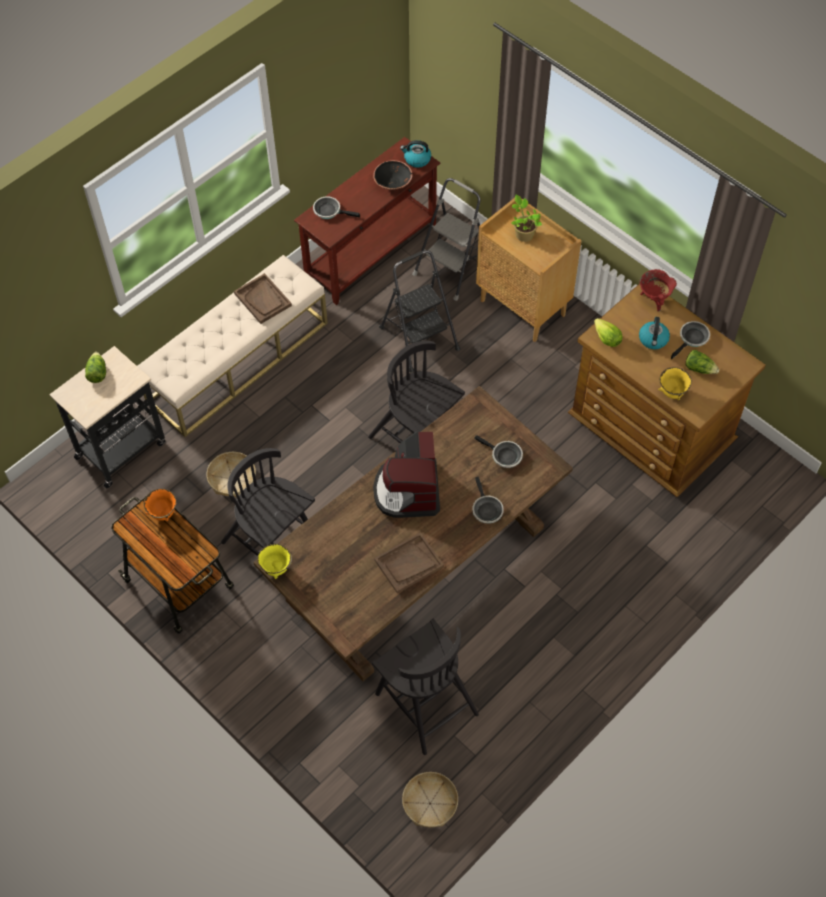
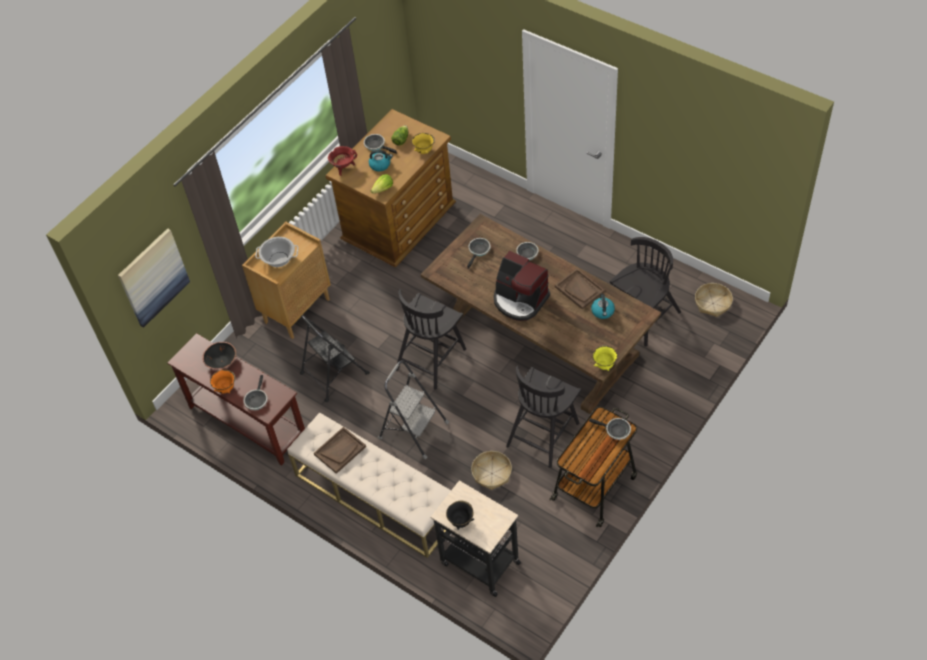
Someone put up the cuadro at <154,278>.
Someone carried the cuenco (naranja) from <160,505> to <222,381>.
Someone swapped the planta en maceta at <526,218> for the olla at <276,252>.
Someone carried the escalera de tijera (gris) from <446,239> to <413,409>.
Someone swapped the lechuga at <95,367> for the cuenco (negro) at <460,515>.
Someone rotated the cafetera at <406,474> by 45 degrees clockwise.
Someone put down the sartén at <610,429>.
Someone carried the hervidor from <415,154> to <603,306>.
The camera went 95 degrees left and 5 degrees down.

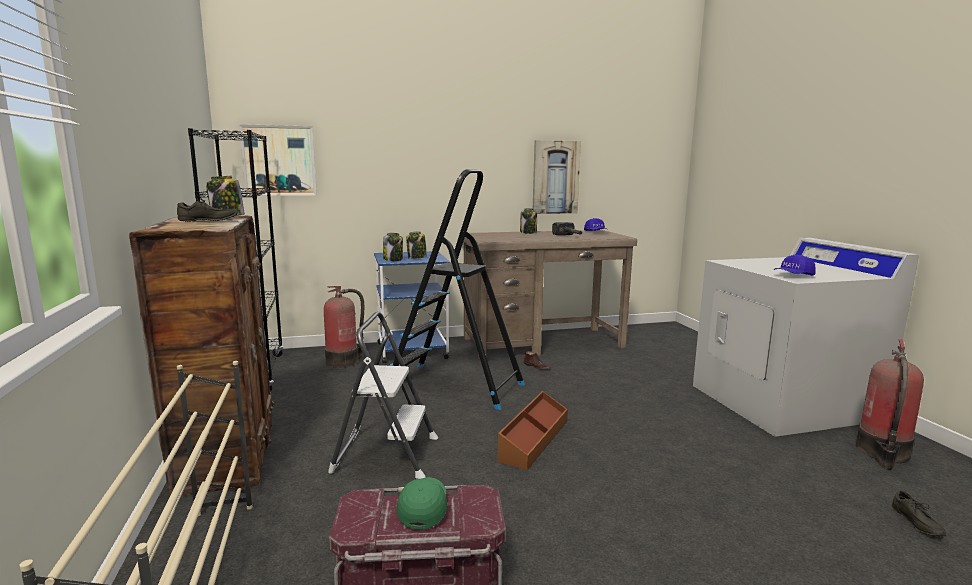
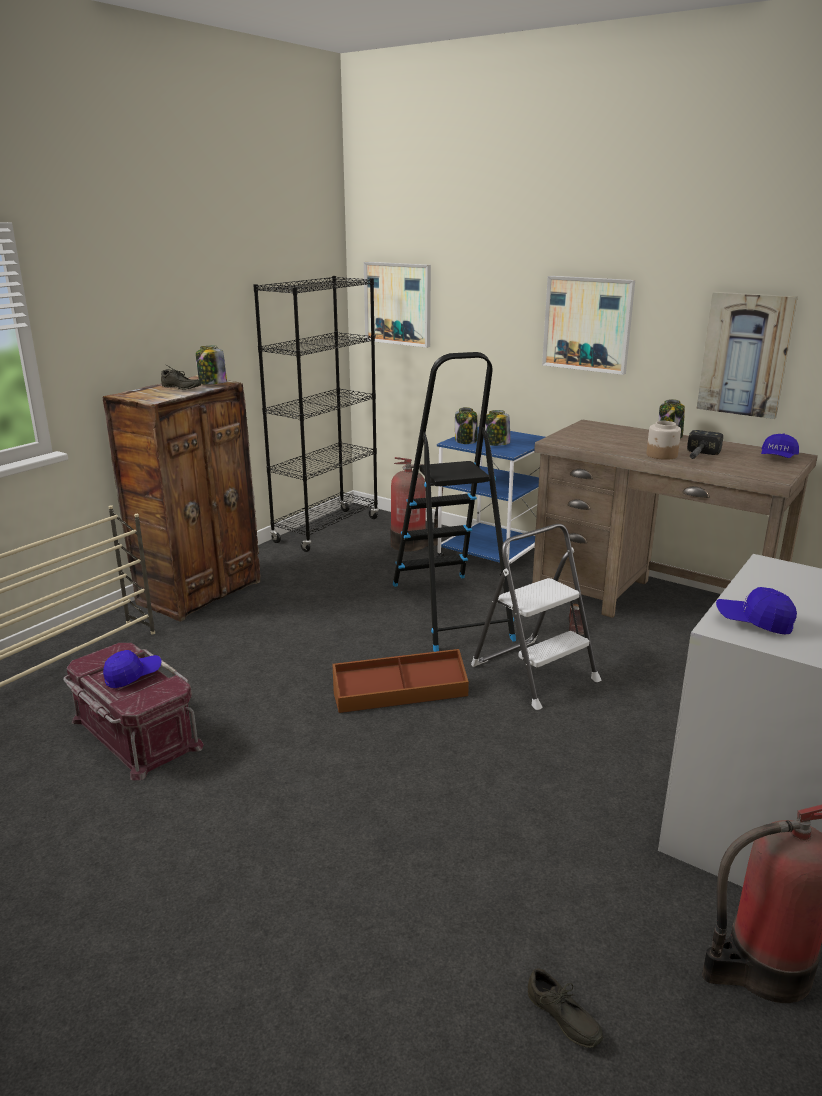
Someone repainted the gorra (verde) at <421,503>, which became the gorra (azul) at <132,669>.
Someone carried the escalera de tijera (blanco) from <383,395> to <536,617>.
Someone rotated the zapato (gris) at <919,513> by 90 degrees counterclockwise.
Someone put up the cuadro at <588,325>.
Someone put down the tarro at <663,440>.
The camera went 50 degrees right and 10 degrees up.

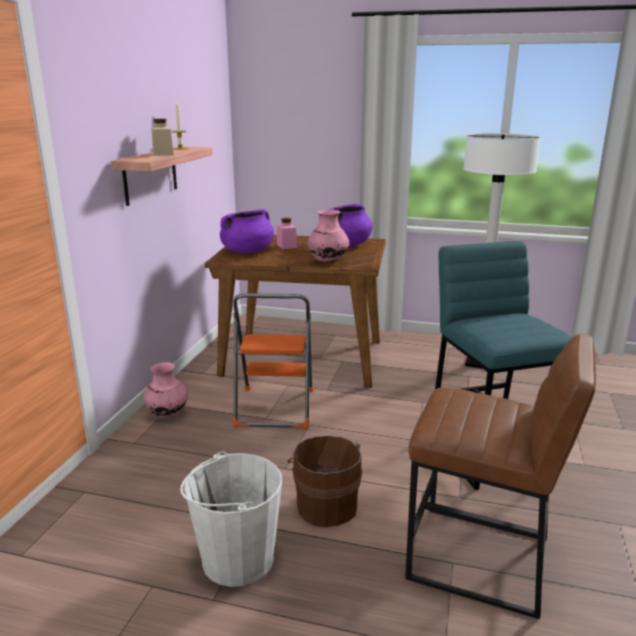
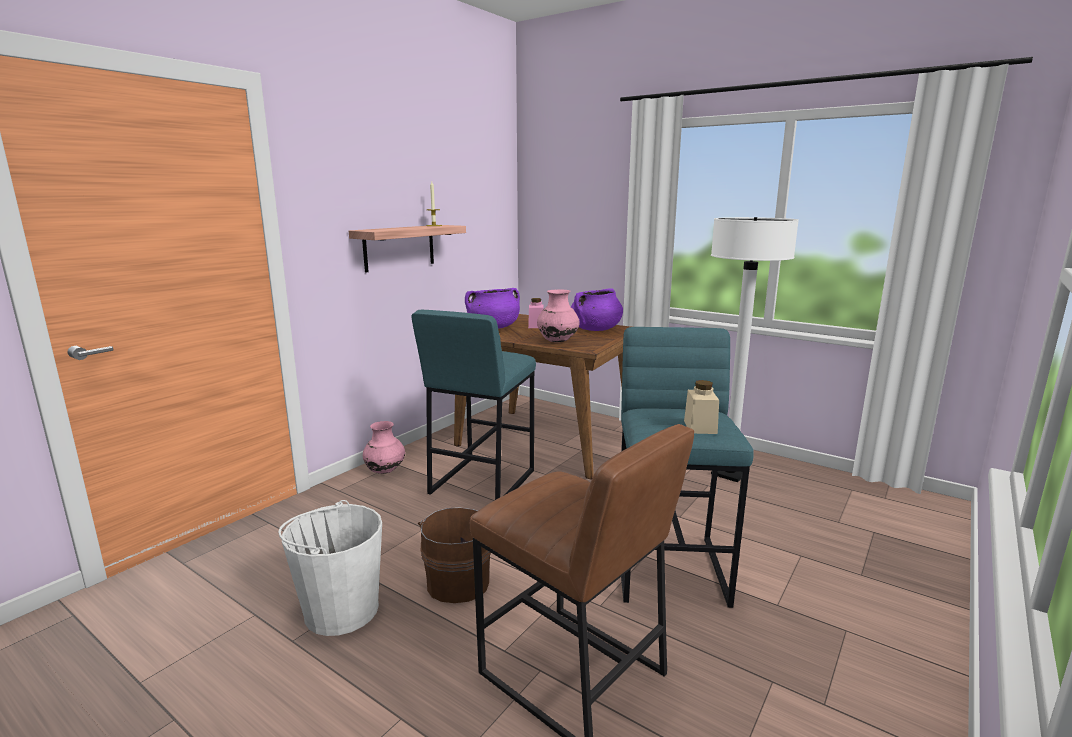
Someone swapped the escalera de tijera (naranja) at <273,360> for the taburete (turquesa) at <473,405>.
Someone carried the tarro (beis) from <162,137> to <701,407>.
The camera went 20 degrees right and 5 degrees down.

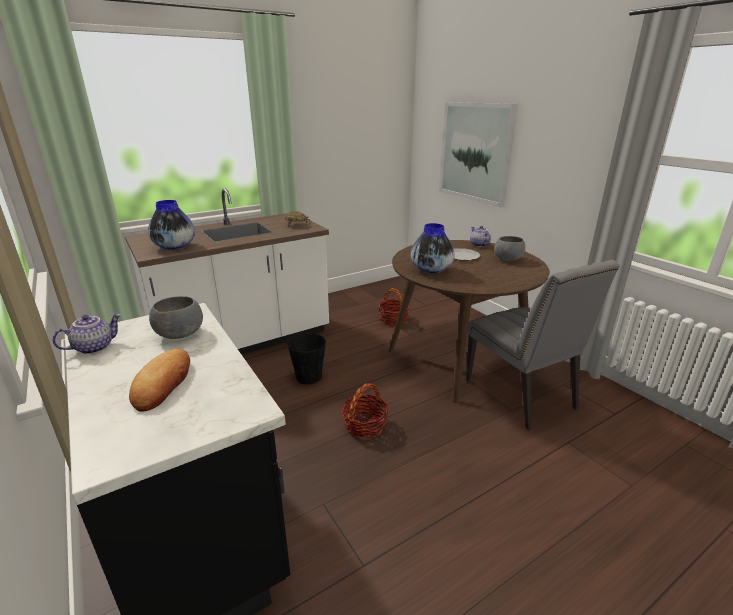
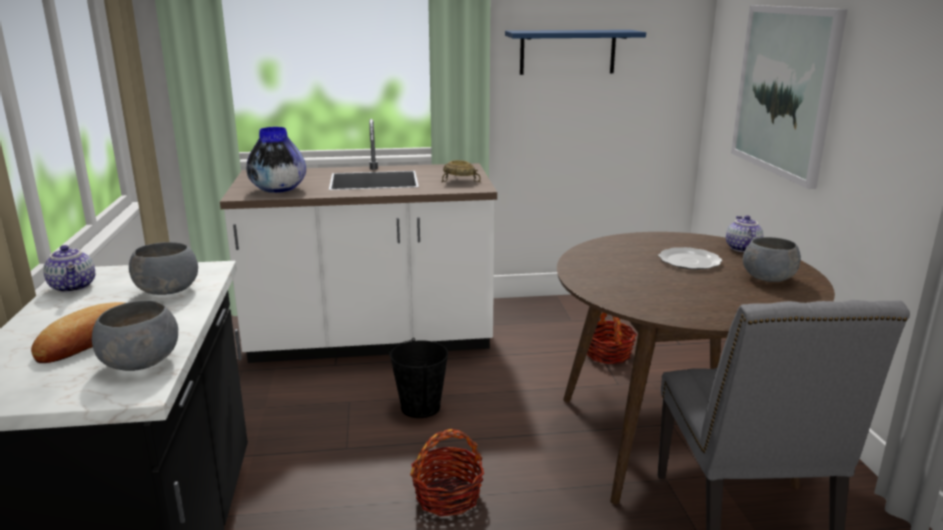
Someone rotated the tetera at <86,334> by 75 degrees clockwise.
Someone put down the cuenco (gris) at <135,335>.
Someone put up the estante (azul) at <575,52>.
Someone took away the florero at <433,248>.
The camera went 25 degrees right and 5 degrees down.

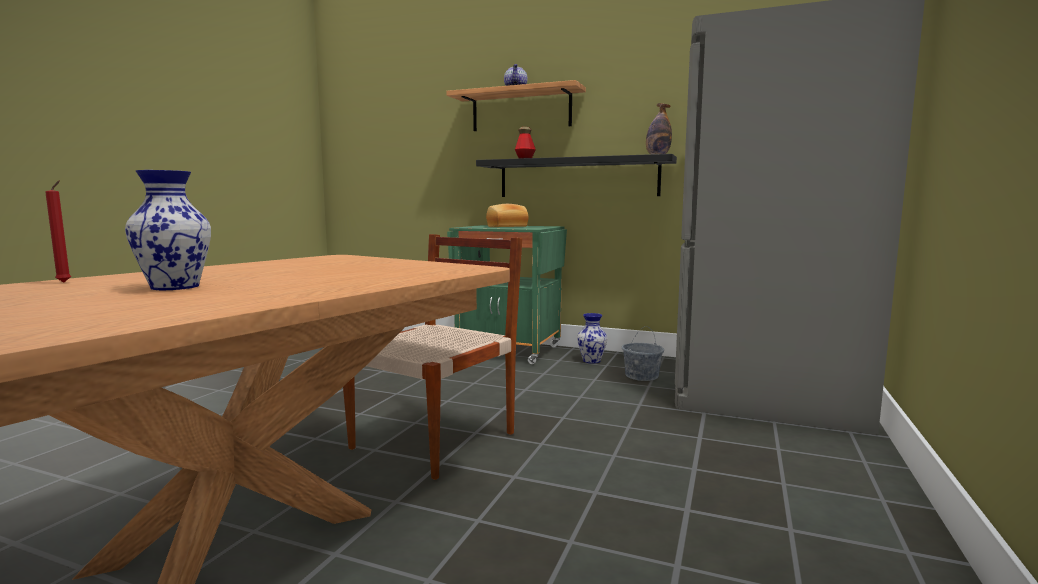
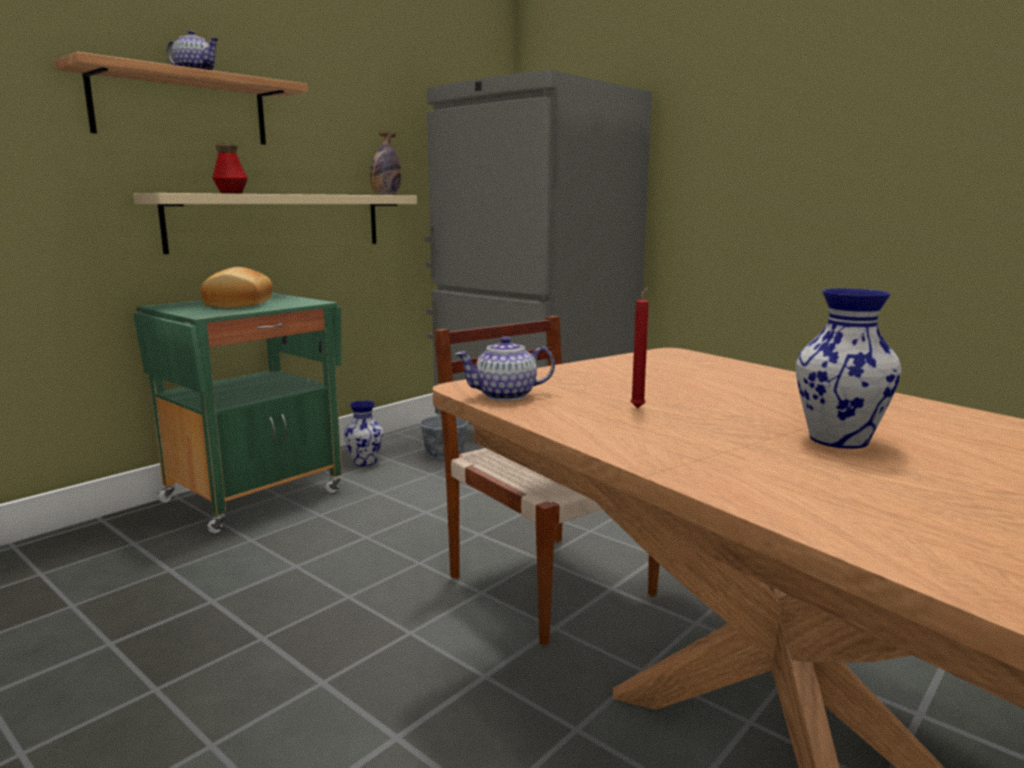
Someone repainted the estante (negro) at <576,175>, which became the estante (beis) at <275,223>.
Someone put down the tetera at <505,368>.
Someone carried the vela (rojo) from <58,231> to <639,347>.
The camera went 70 degrees left and 5 degrees up.

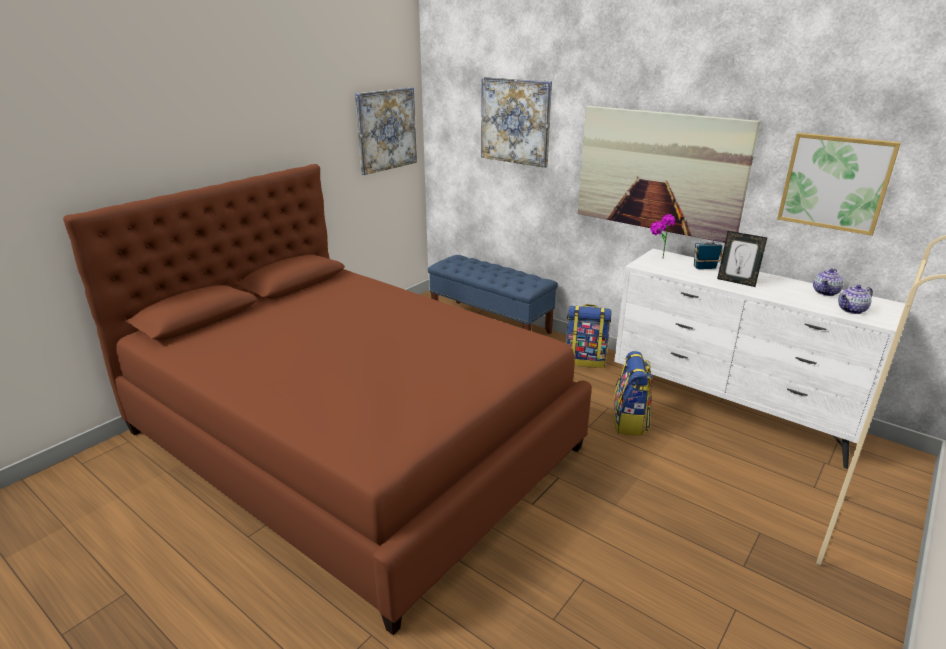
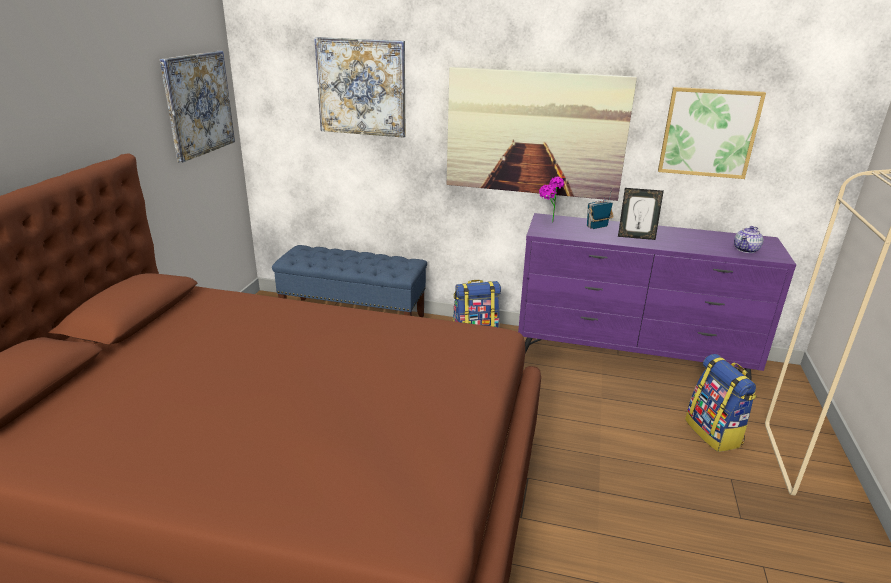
Someone repainted the cómoda (blanco) at <760,359>, which became the cómoda (morado) at <657,297>.
Someone carried the mochila from <633,393> to <721,403>.
Someone took away the tetera at <828,282>.
The camera went 25 degrees left and 0 degrees up.

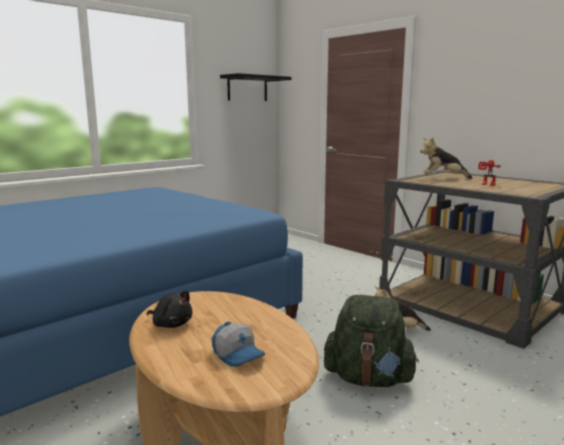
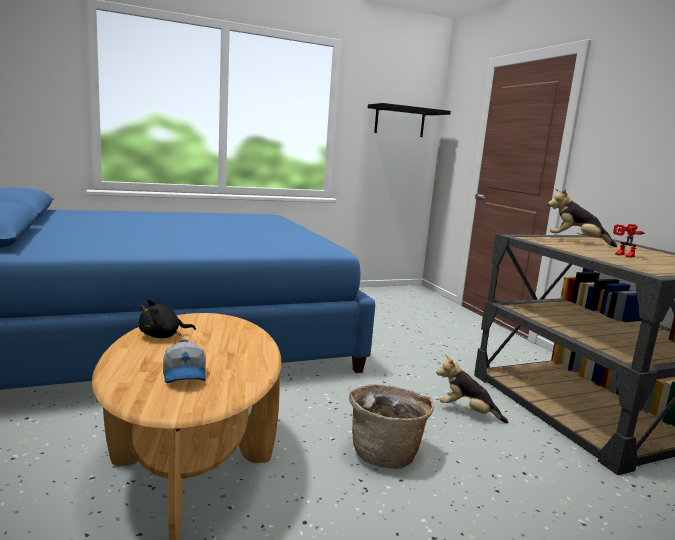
Someone rotated the peluche (negro) at <169,309> by 105 degrees clockwise.
Someone swapped the mochila (verde) at <371,341> for the cesta at <391,426>.
The camera went 20 degrees right and 0 degrees up.

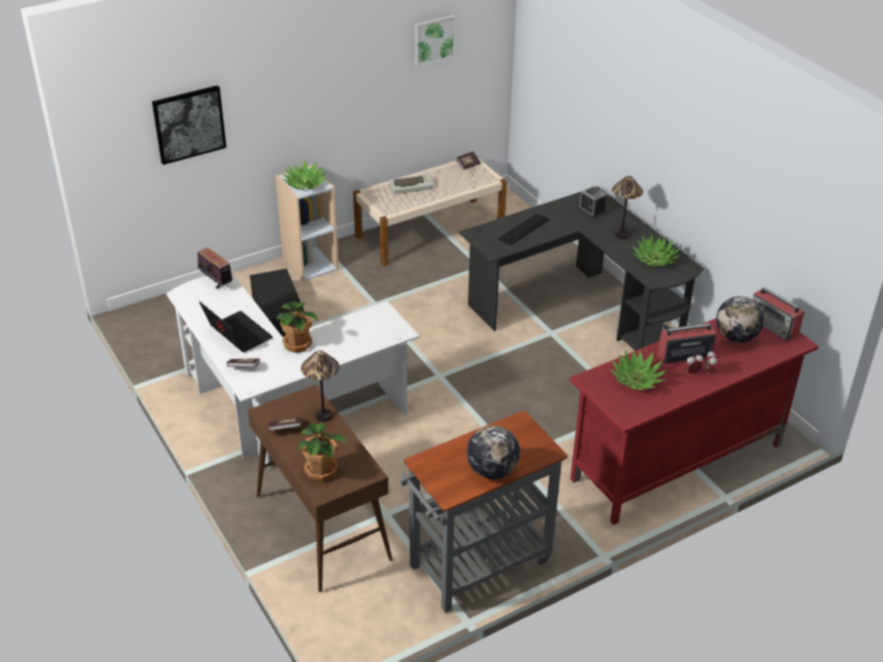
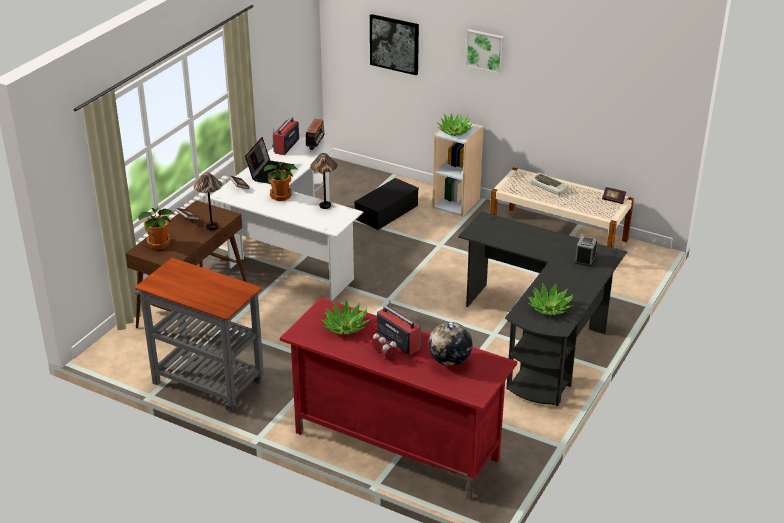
Someone carried the radio from <779,314> to <285,136>.
Someone carried the lámpara de mesa from <627,207> to <323,181>.
Someone carried the cuadro from <435,41> to <485,51>.
Someone took away the globo terráqueo at <493,452>.
Someone took away the teclado at <523,230>.
The camera went 60 degrees right and 5 degrees down.

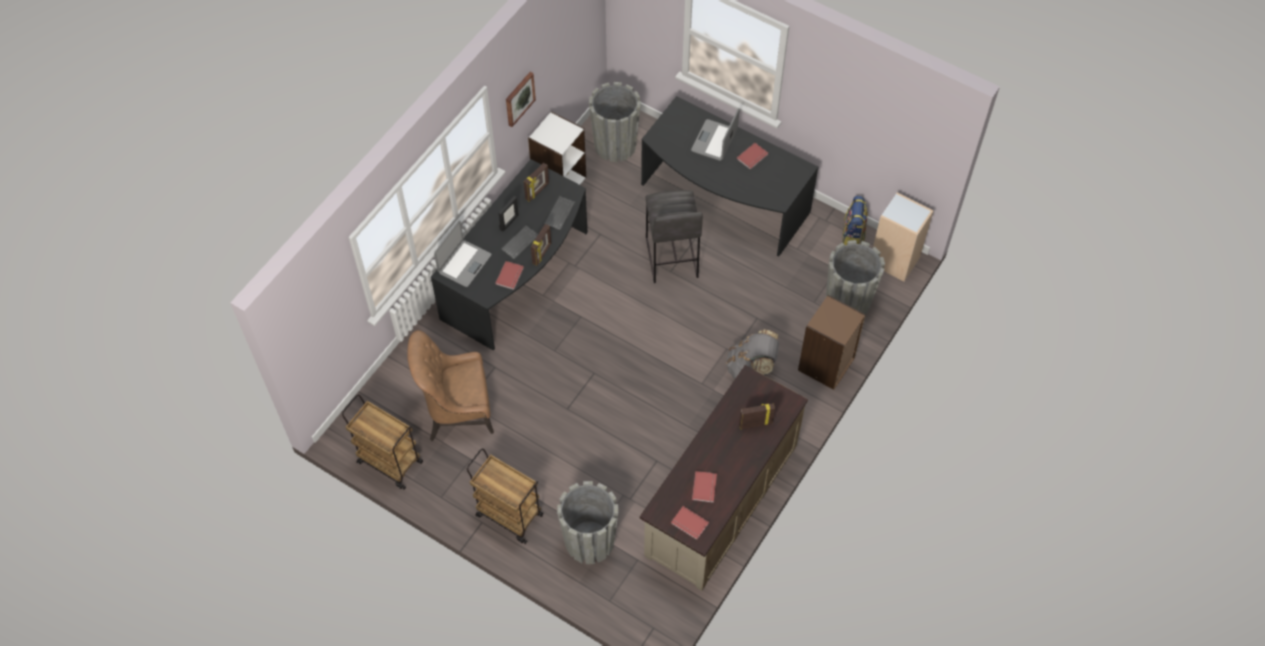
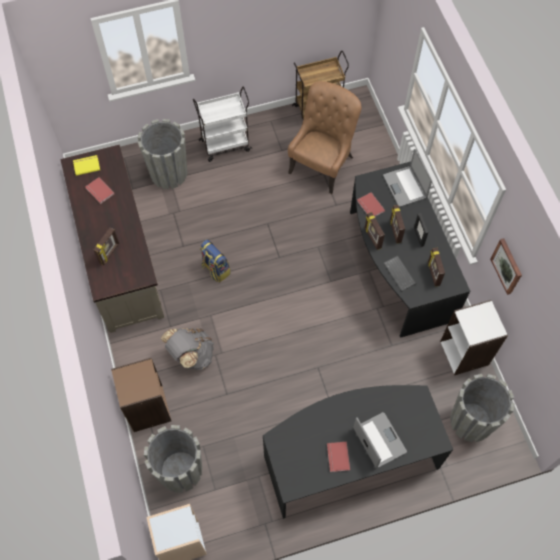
Someone repainted the libro (rojo) at <690,523>, which became the libro (amarillo) at <86,165>.
Someone repainted the carrito (marrón) at <505,496>, which became the carrito (blanco) at <222,124>.
Someone carried the mochila from <855,220> to <215,260>.
Someone swapped the teclado at <519,242> for the portarretratos at <397,224>.
Someone took away the taburete (gris) at <674,236>.
The camera went 130 degrees right and 5 degrees up.

